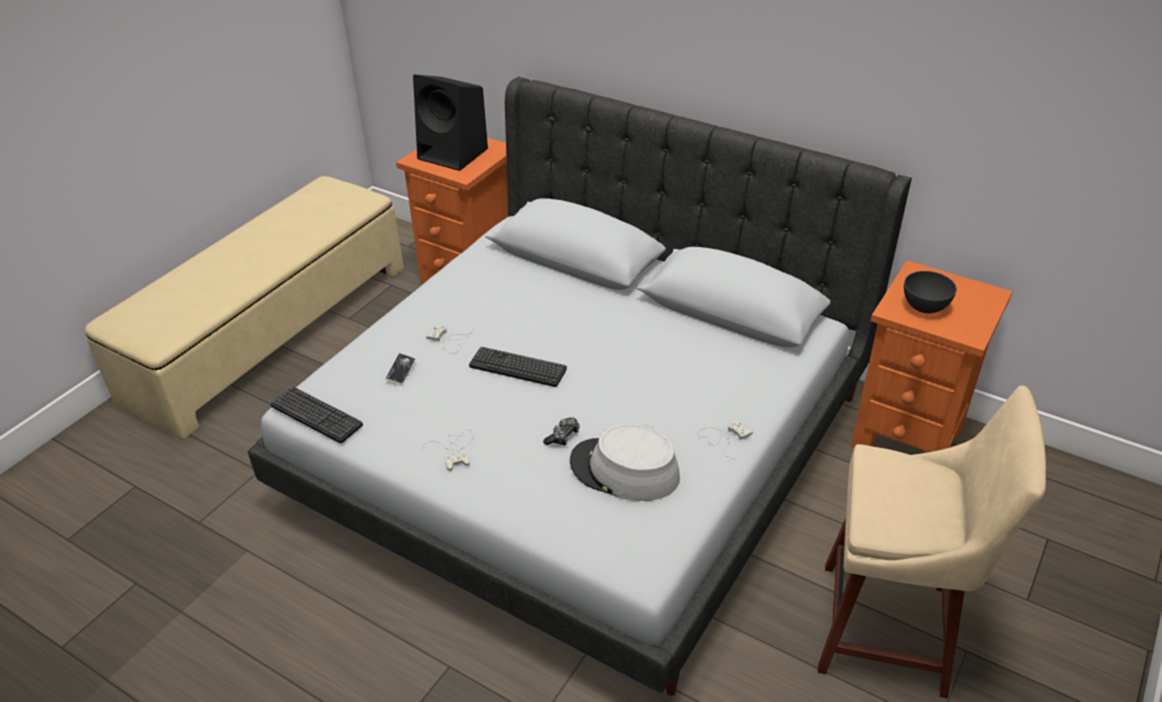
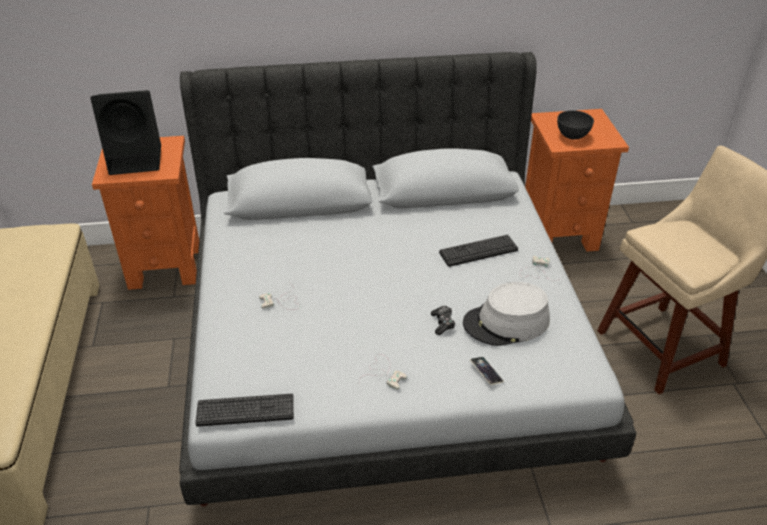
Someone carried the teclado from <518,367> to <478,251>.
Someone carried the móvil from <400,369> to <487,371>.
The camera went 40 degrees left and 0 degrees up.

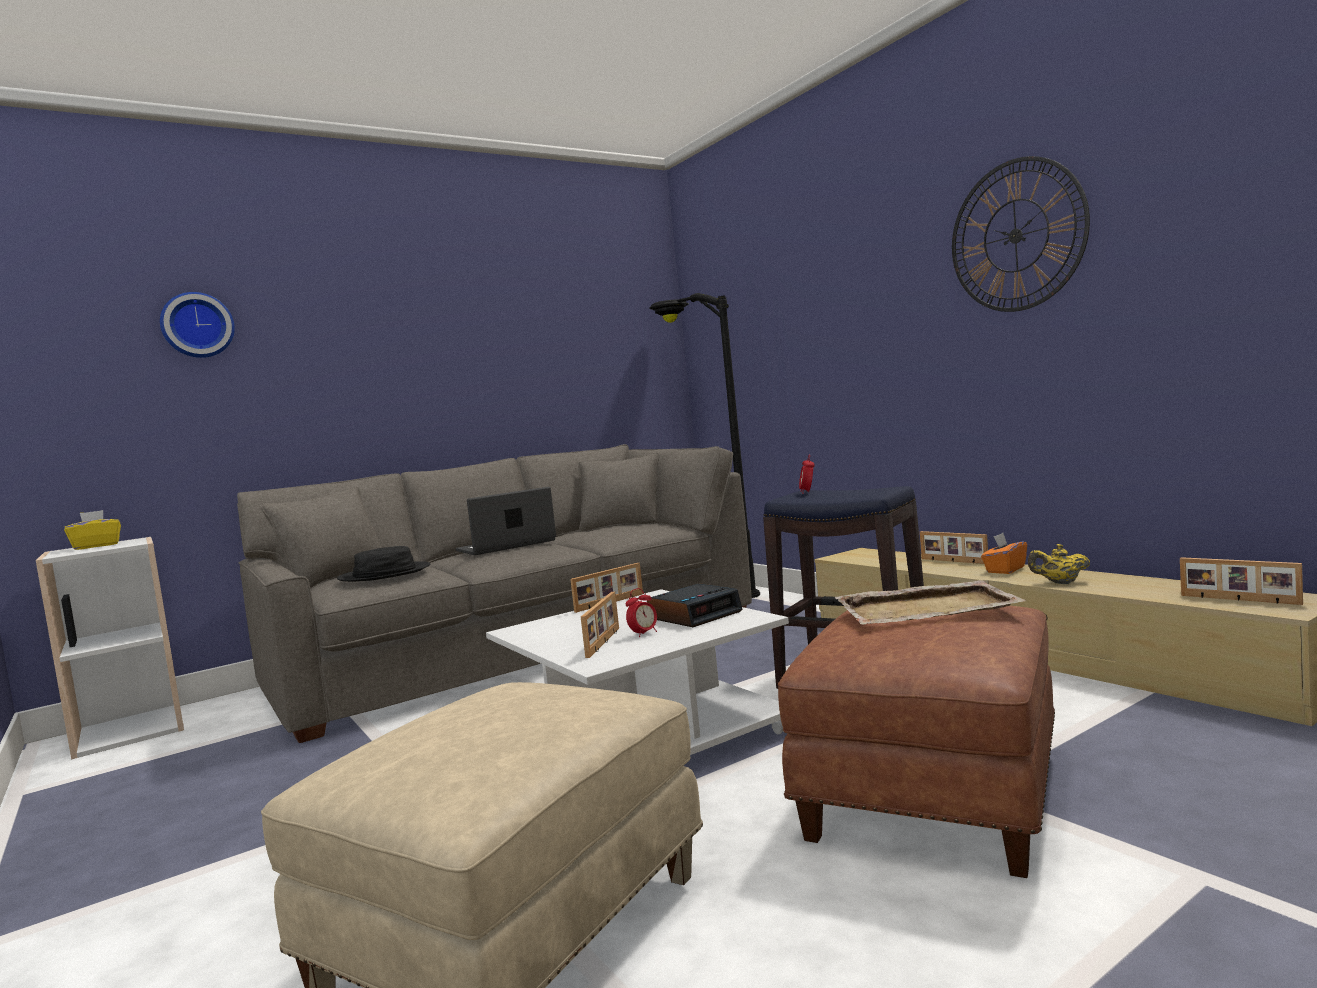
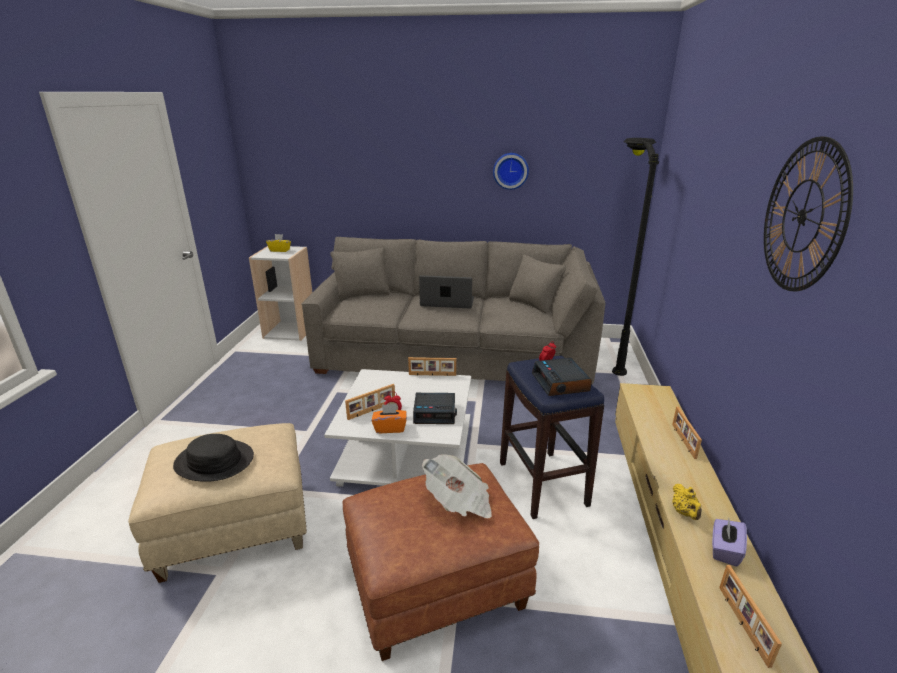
Someone carried the sombrero (negro) from <383,564> to <213,458>.
Someone carried the caja de pañuelos (naranja) from <1004,553> to <389,418>.
Someone swapped the bandeja (beis) at <931,602> for the periódico at <457,486>.
Someone carried the reloj de pared from <197,325> to <511,171>.
Someone put down the despertador at <562,377>.
Someone rotated the tetera (amarillo) at <1059,564> by 150 degrees counterclockwise.
Someone put down the caja de pañuelos (morado) at <729,543>.
The camera went 40 degrees right and 20 degrees up.

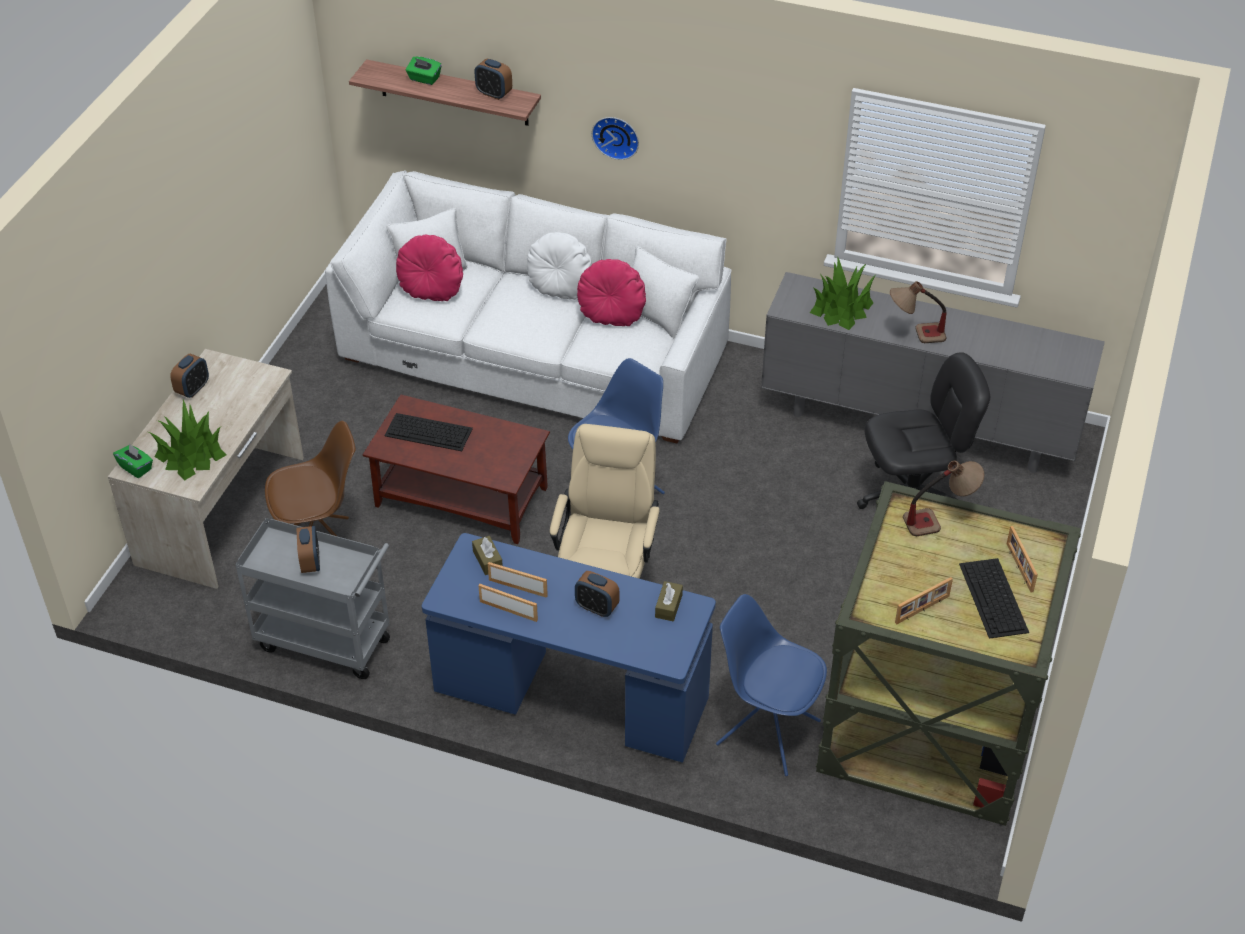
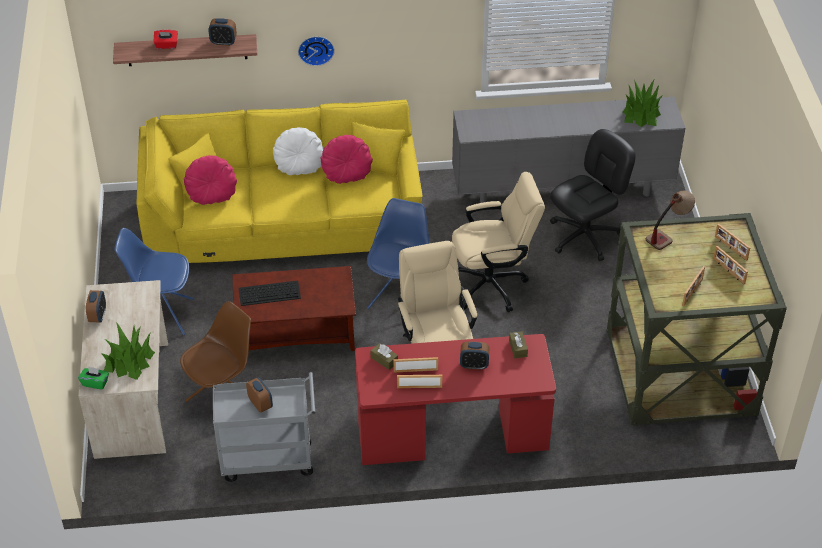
Someone carried the silla (azul) from <771,685> to <154,281>.
Someone repainted the sofá (blanco) at <528,306>, which became the sofá (amarillo) at <279,181>.
Someone repainted the caja de pañuelos (verde) at <424,70>, which became the caja de pañuelos (rojo) at <165,39>.
Someone repainted the escritorio (azul) at <569,648>, which became the escritorio (rojo) at <455,399>.
Someone put down the silla de oficina (beis) at <498,242>.
Someone carried the planta en maceta from <842,293> to <642,103>.
Someone swapped the teclado at <994,598> for the portarretratos at <730,265>.
Someone took away the lámpara de mesa at <918,312>.
The camera went 25 degrees left and 0 degrees up.

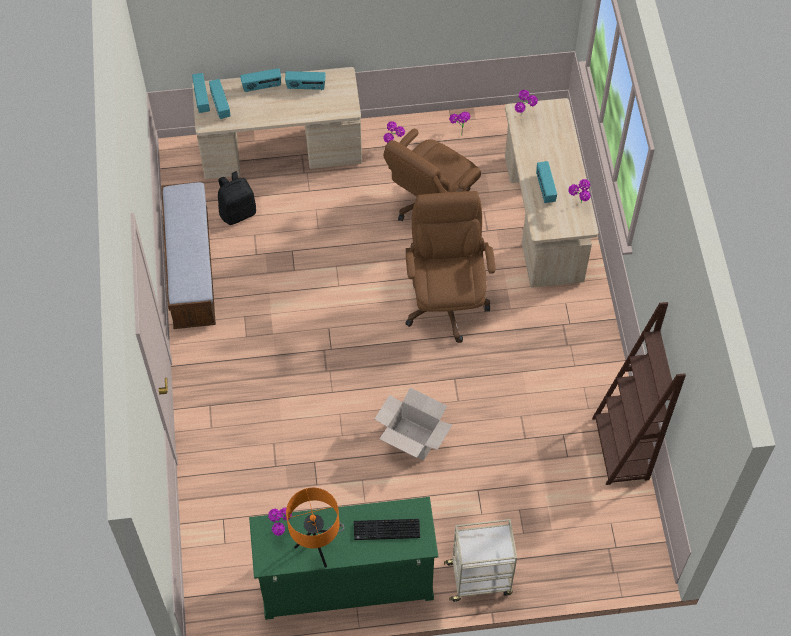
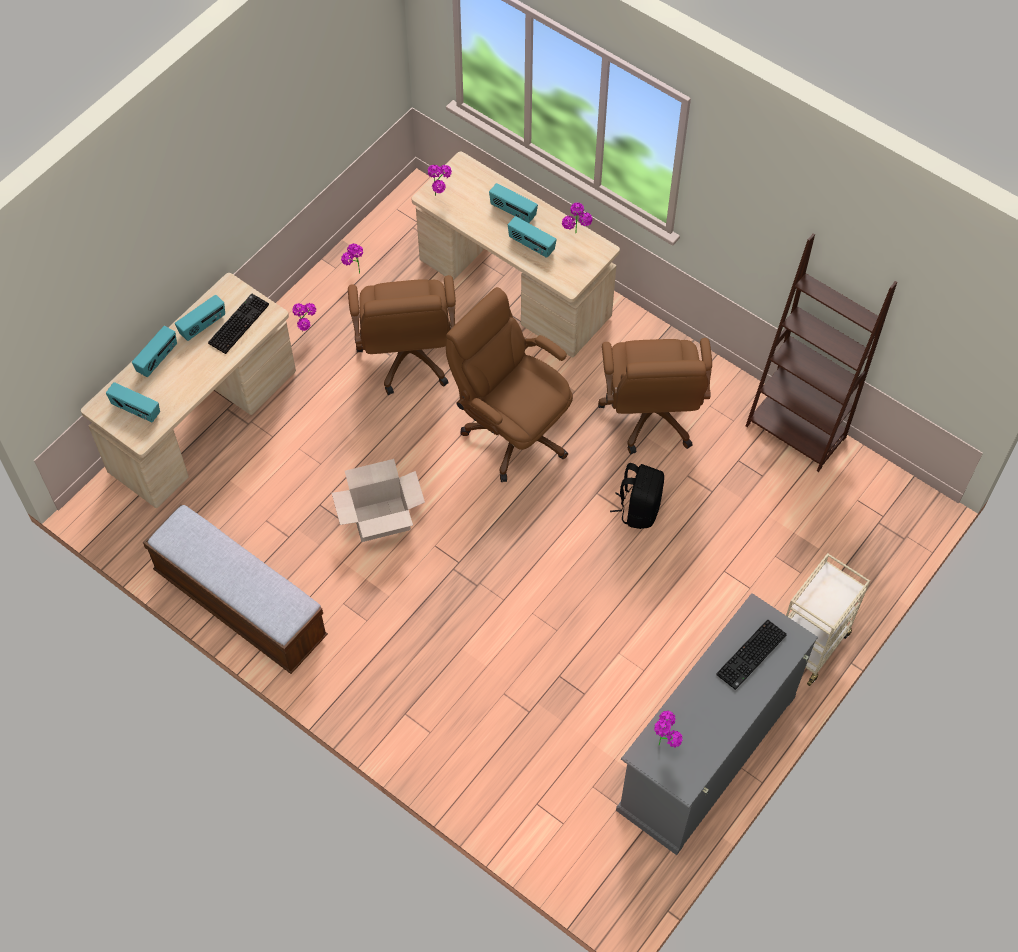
Someone put down the teclado at <238,324>.
Someone carried the caja de cartón from <413,424> to <378,500>.
Someone carried the radio from <201,93> to <513,203>.
Someone put down the silla de oficina (marrón) at <655,396>.
Someone carried the mochila (negro) from <237,198> to <637,496>.
Someone repainted the armario (verde) at <343,558>, which became the armario (gris) at <717,724>.
Someone took away the lámpara de mesa (naranja) at <315,527>.
The camera went 45 degrees left and 0 degrees up.

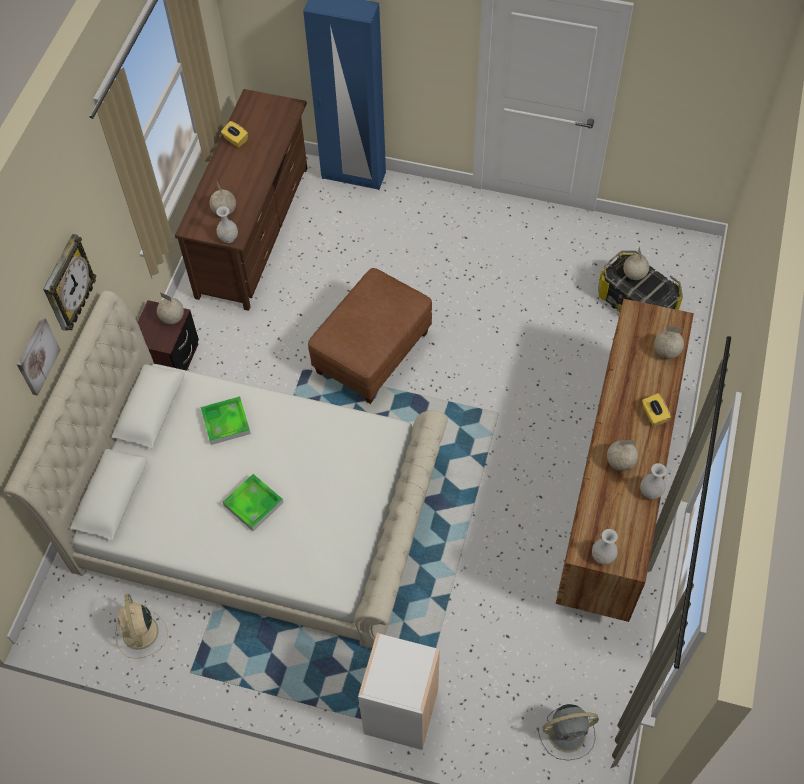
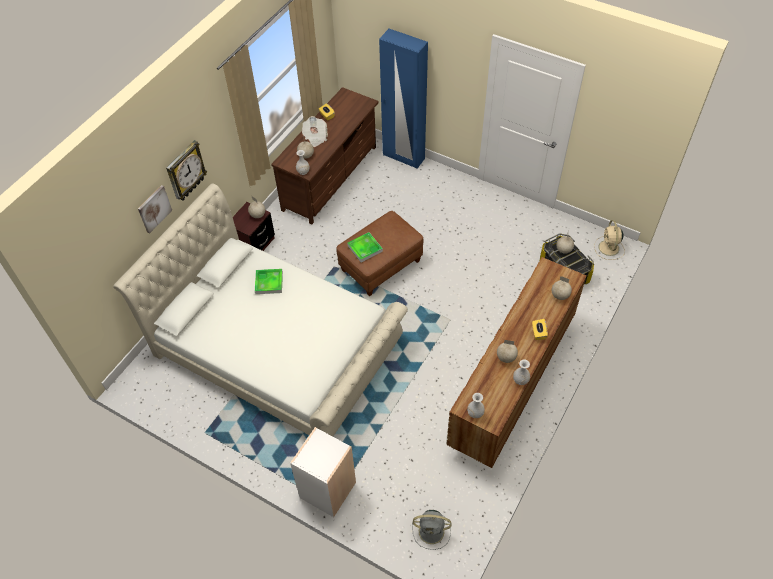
Someone put down the periódico at <315,131>.
Someone carried the bandeja from <253,502> to <365,247>.
Someone carried the ventilador (beis) from <141,626> to <609,240>.
The camera went 15 degrees right and 5 degrees down.

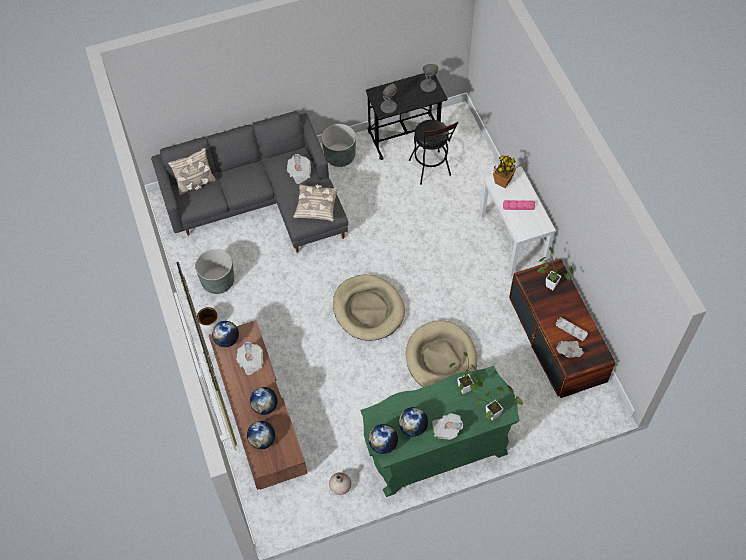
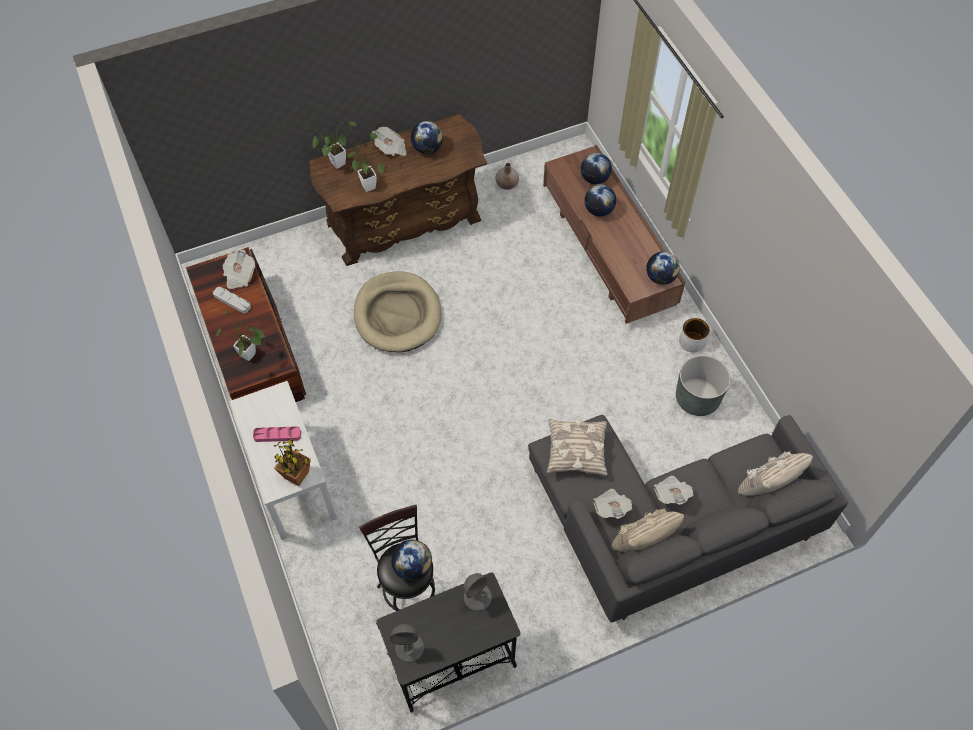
Someone repainted the cómoda (verde) at <440,431>, which became the cómoda (marrón) at <398,190>.
Someone carried the globo terráqueo from <383,439> to <411,560>.
Someone put down the cojín (beis) at <647,530>.
Someone carried the periódico from <249,358> to <674,490>.
Someone took away the maceta (gris) at <339,145>.
Someone took away the cama para perro (beis) at <369,307>.
The camera went 175 degrees right and 0 degrees up.

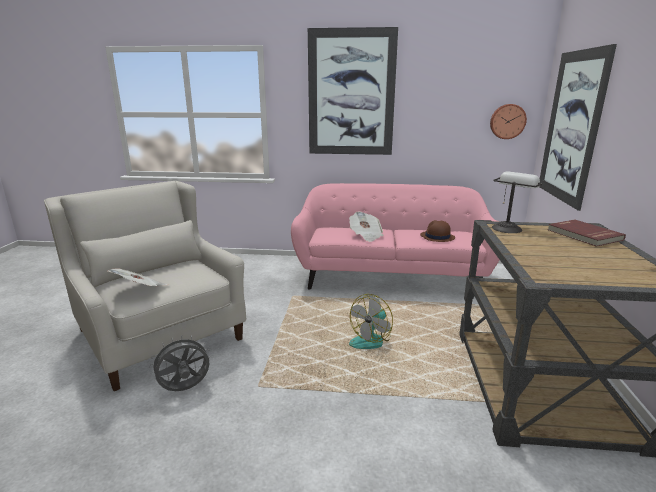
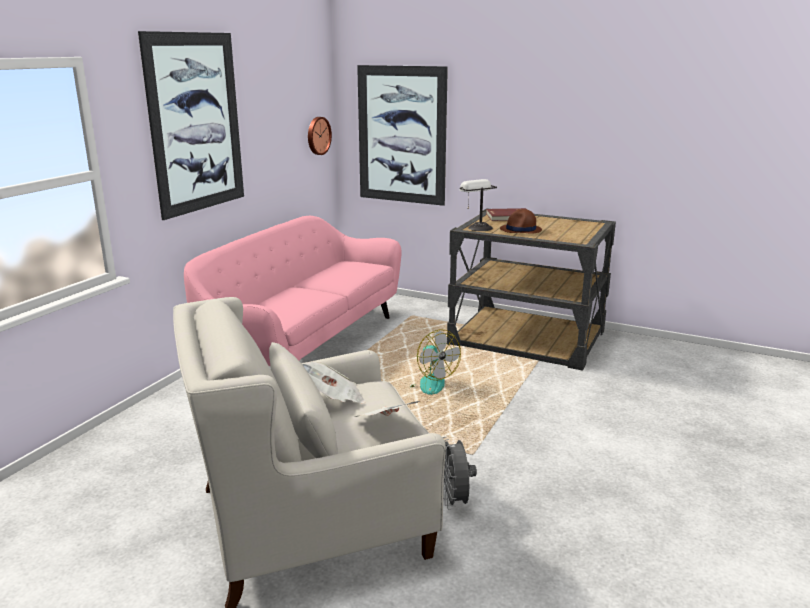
Someone carried the periódico from <366,227> to <334,383>.
Someone carried the sombrero (marrón) from <437,231> to <521,221>.
The camera went 70 degrees left and 0 degrees up.

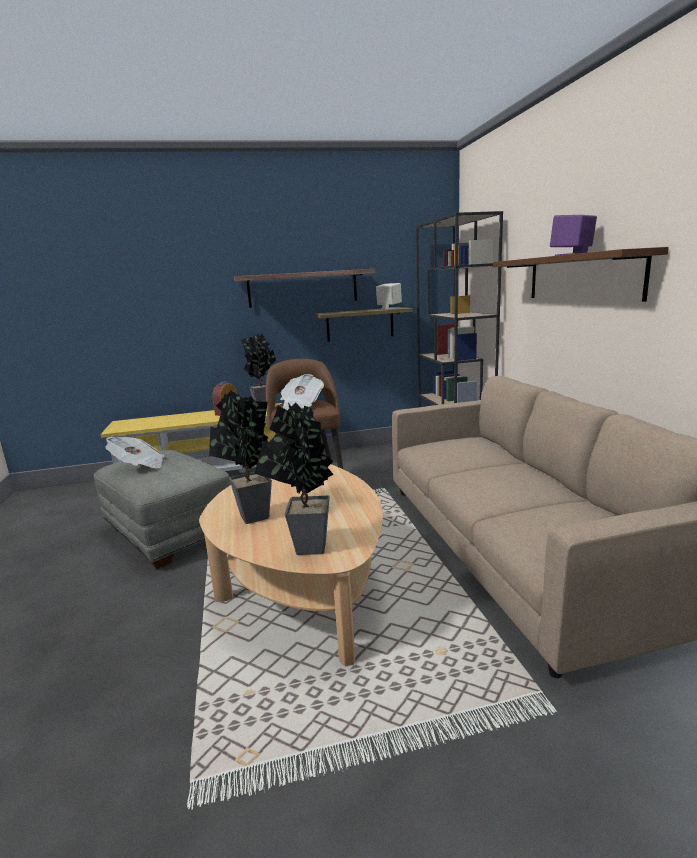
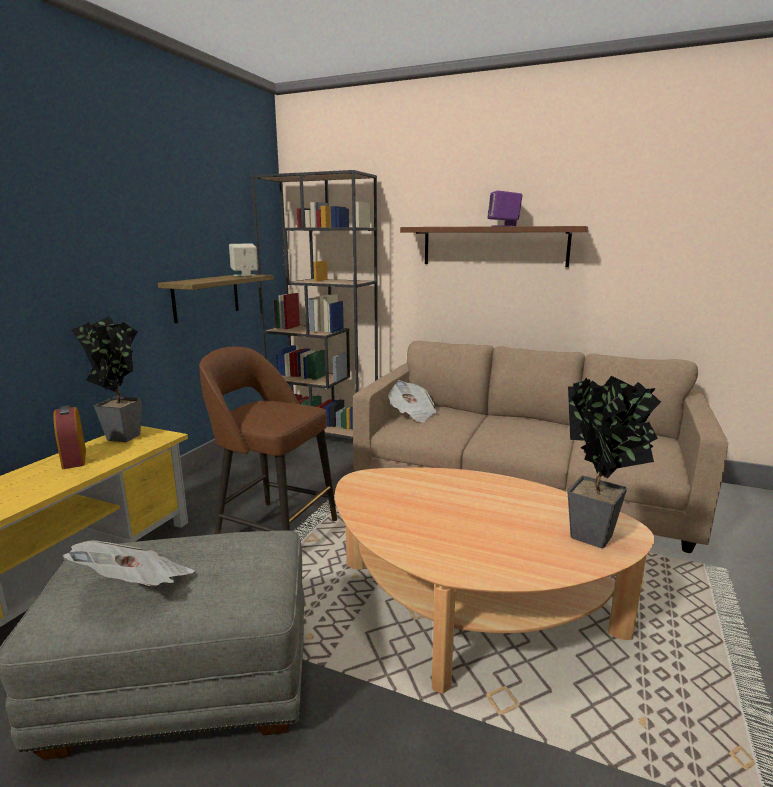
Someone carried the periódico from <302,392> to <413,401>.
Someone took away the planta en maceta at <240,457>.
Someone took away the estante at <304,288>.
The camera went 55 degrees left and 0 degrees up.

